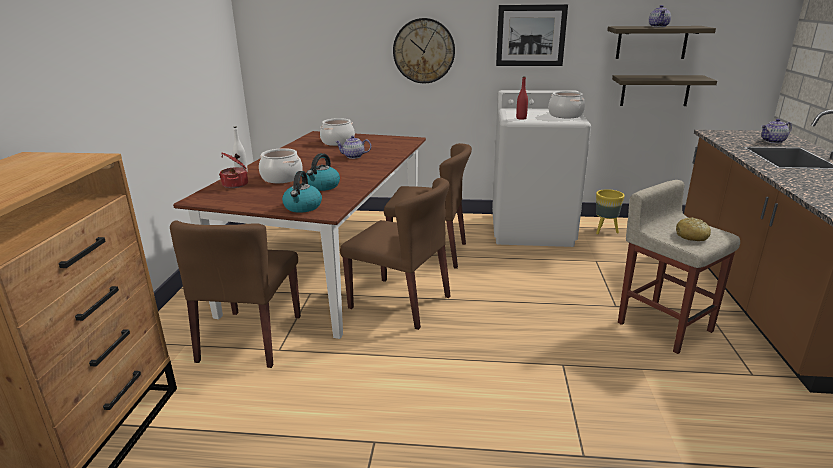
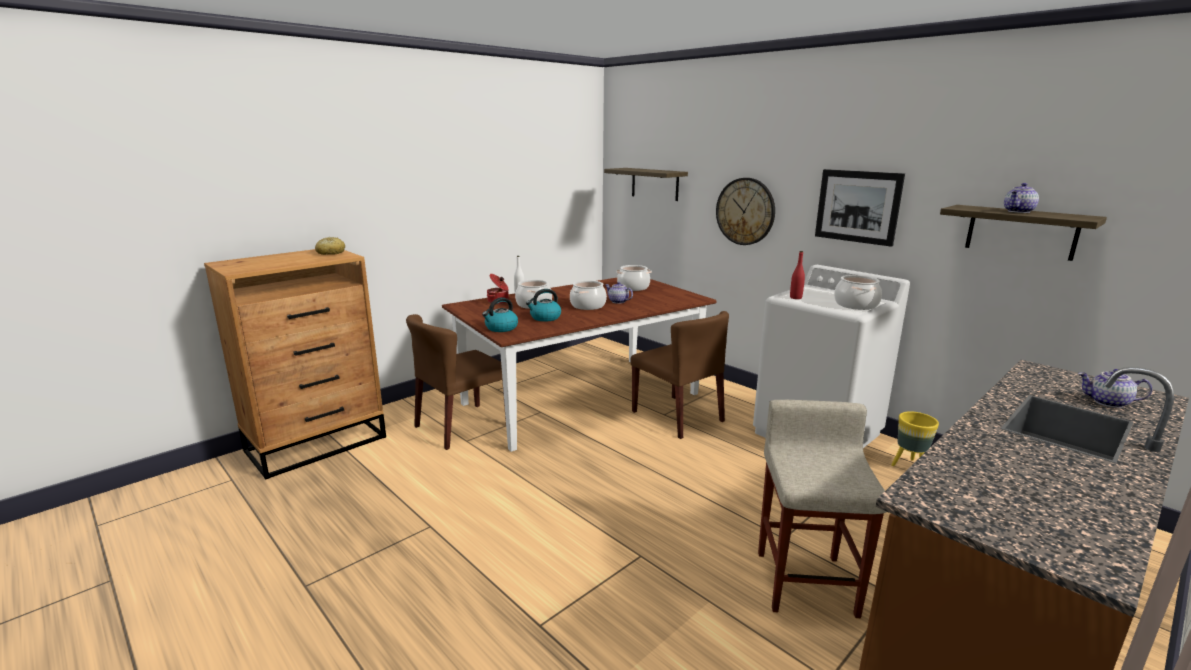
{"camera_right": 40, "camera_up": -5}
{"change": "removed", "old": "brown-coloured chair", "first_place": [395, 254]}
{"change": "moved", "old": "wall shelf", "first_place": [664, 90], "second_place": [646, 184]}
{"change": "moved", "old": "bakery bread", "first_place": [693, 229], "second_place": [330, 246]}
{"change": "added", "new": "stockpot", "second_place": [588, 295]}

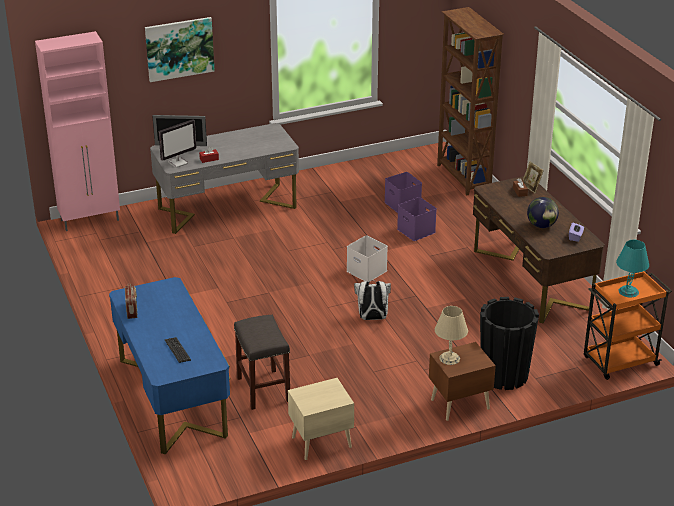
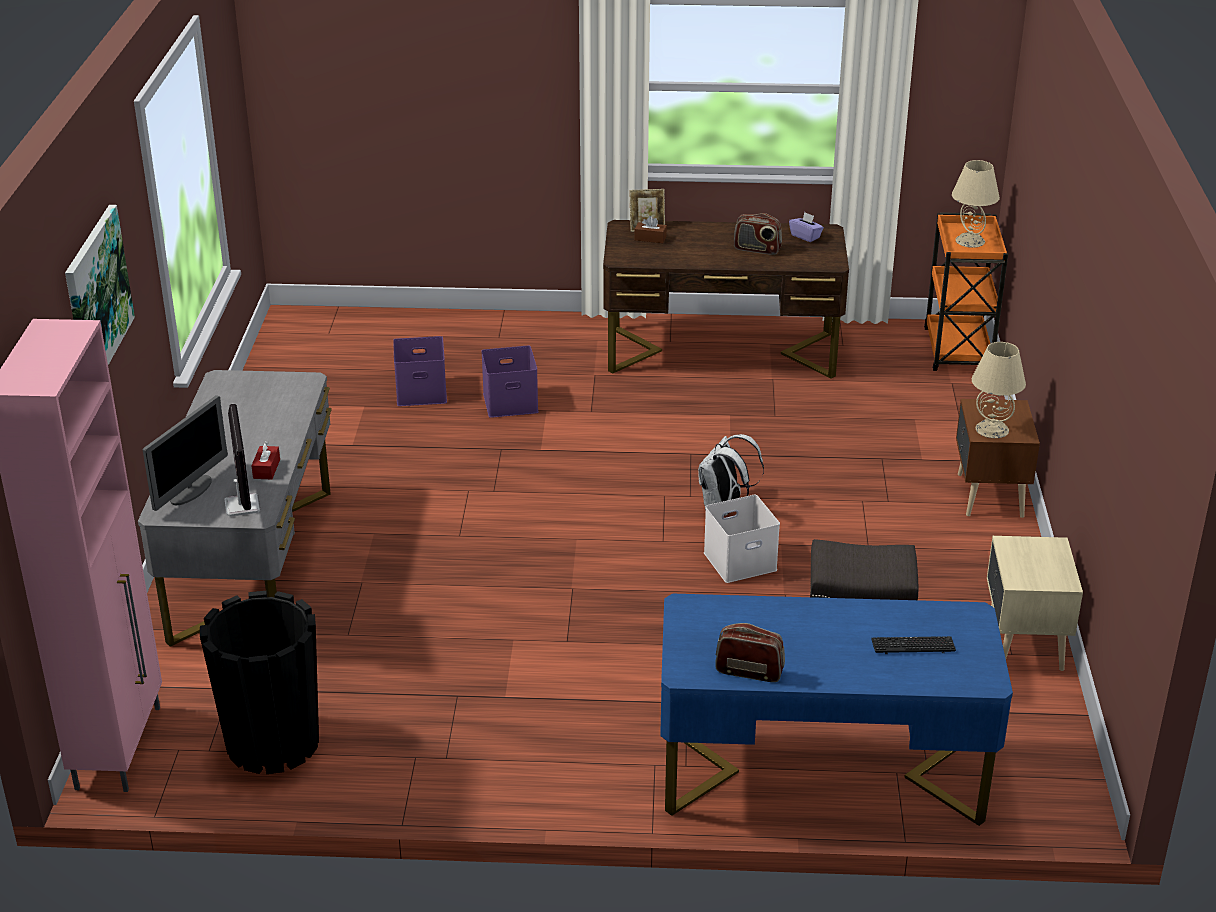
{"camera_right": -65, "camera_up": 0}
{"change": "moved", "old": "white storage box", "first_place": [367, 258], "second_place": [742, 539]}
{"change": "removed", "old": "brown-coloured bookshelf", "first_place": [470, 101]}
{"change": "moved", "old": "black flower pot", "first_place": [509, 343], "second_place": [259, 682]}
{"change": "replaced", "old": "world globe", "new": "radio receiver", "first_place": [543, 212], "second_place": [758, 234]}
{"change": "recoloured", "old": "turquoise tabletop lamp", "new": "beige-coloured tabletop lamp", "first_place": [632, 269], "second_place": [976, 204]}

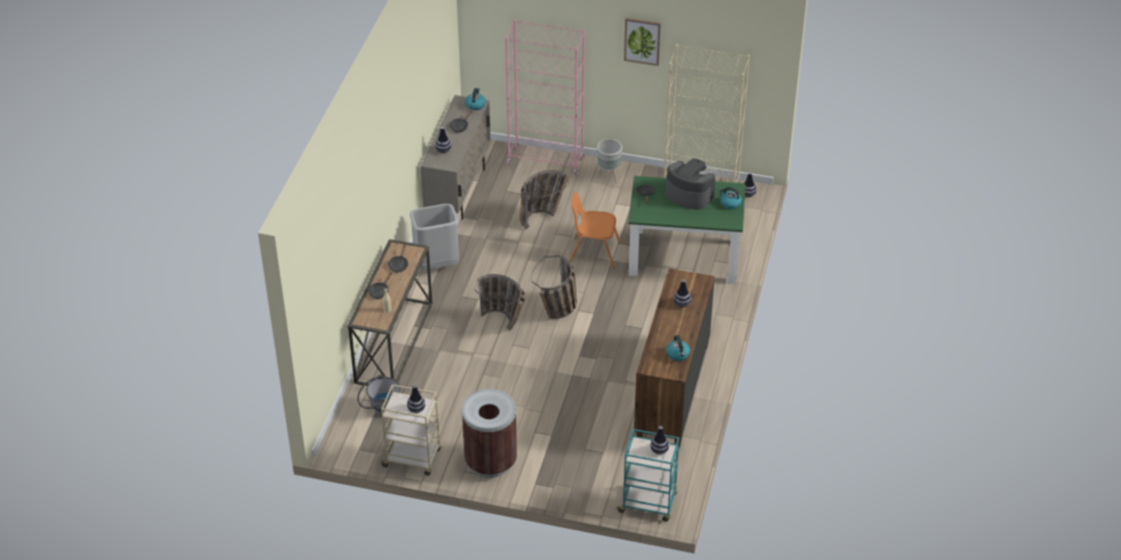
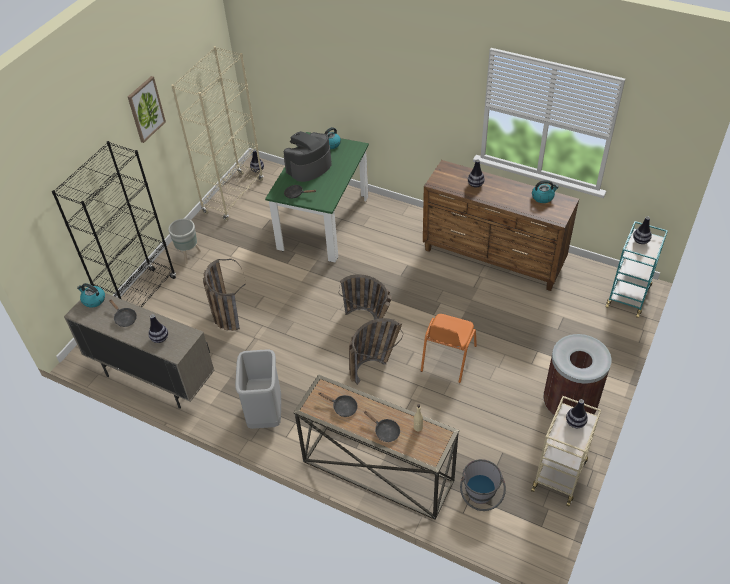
{"camera_right": -75, "camera_up": 5}
{"change": "recoloured", "old": "pink-coloured bookshelf", "new": "black bookshelf", "first_place": [545, 97], "second_place": [114, 224]}
{"change": "moved", "old": "orange chair", "first_place": [594, 229], "second_place": [449, 348]}

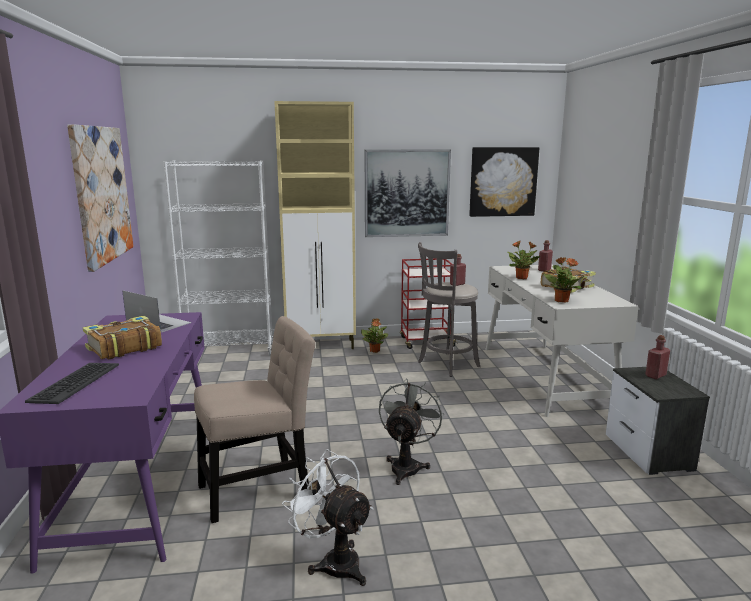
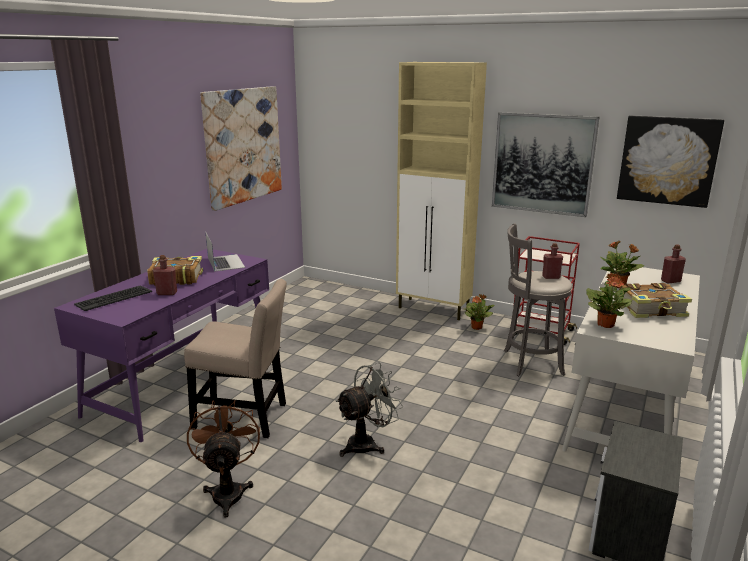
{"camera_right": 35, "camera_up": 5}
{"change": "removed", "old": "white bookshelf", "first_place": [218, 257]}
{"change": "recoloured", "old": "white cooling fan", "new": "brown-coloured cooling fan", "first_place": [327, 517], "second_place": [223, 459]}
{"change": "moved", "old": "red beverage bottle", "first_place": [658, 357], "second_place": [165, 275]}

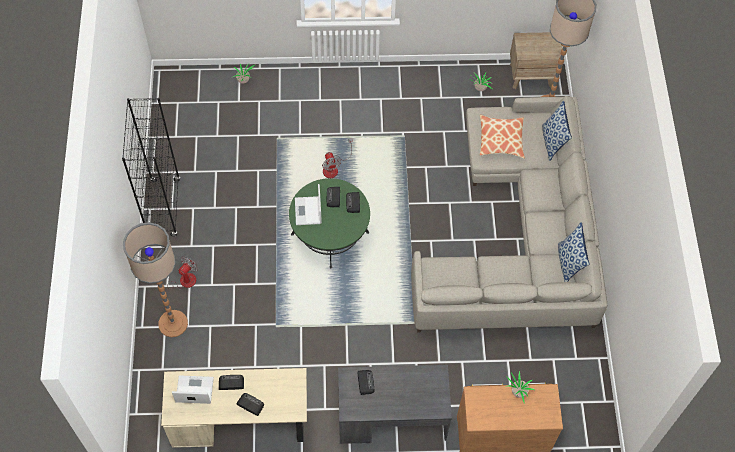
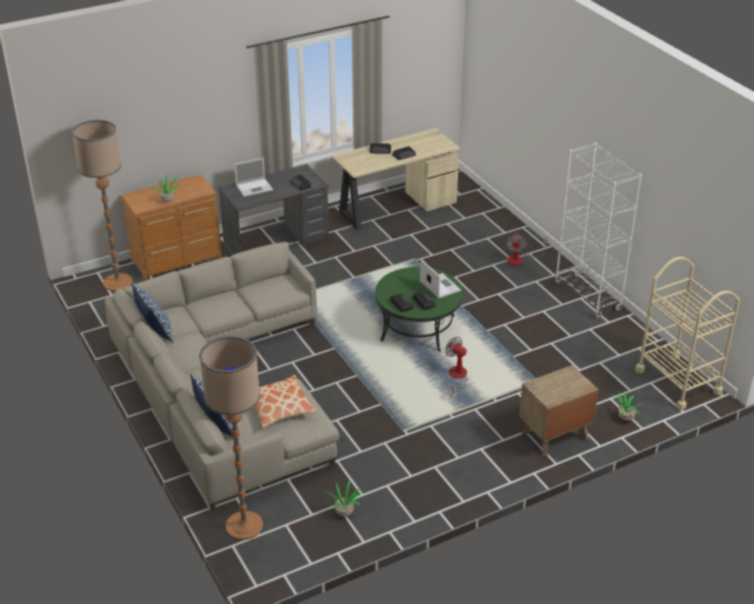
{"camera_right": 155, "camera_up": -25}
{"change": "recoloured", "old": "black bookshelf", "new": "white bookshelf", "first_place": [151, 167], "second_place": [598, 230]}
{"change": "moved", "old": "standing lamp", "first_place": [155, 279], "second_place": [102, 205]}
{"change": "moved", "old": "laptop", "first_place": [193, 389], "second_place": [253, 177]}
{"change": "moved", "old": "brown-coloured nightstand", "first_place": [536, 60], "second_place": [559, 410]}
{"change": "added", "new": "beige-coloured cart", "second_place": [687, 333]}

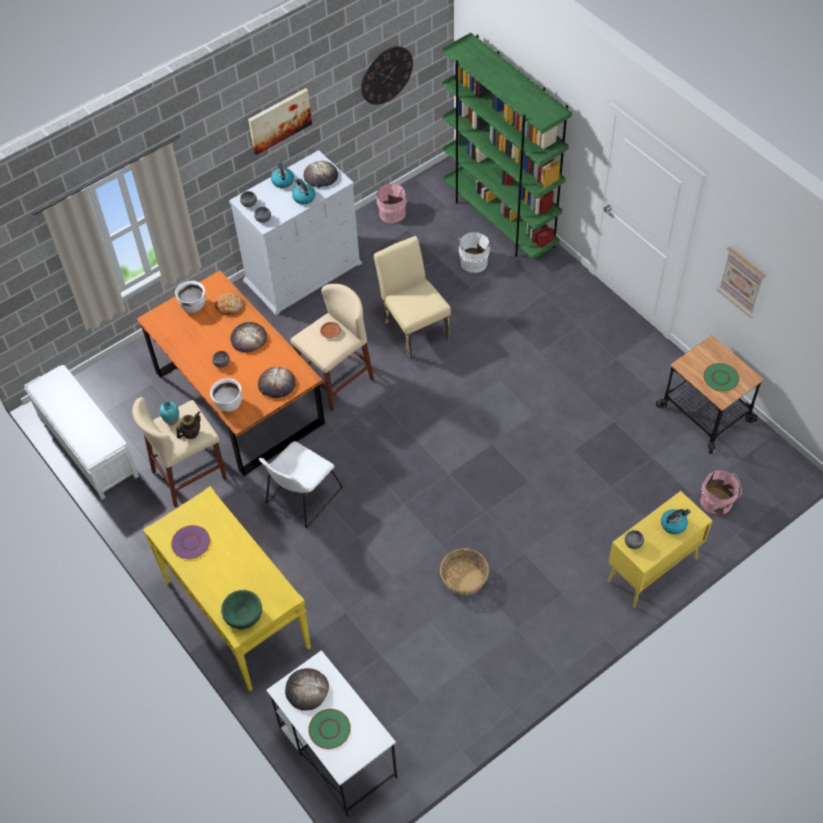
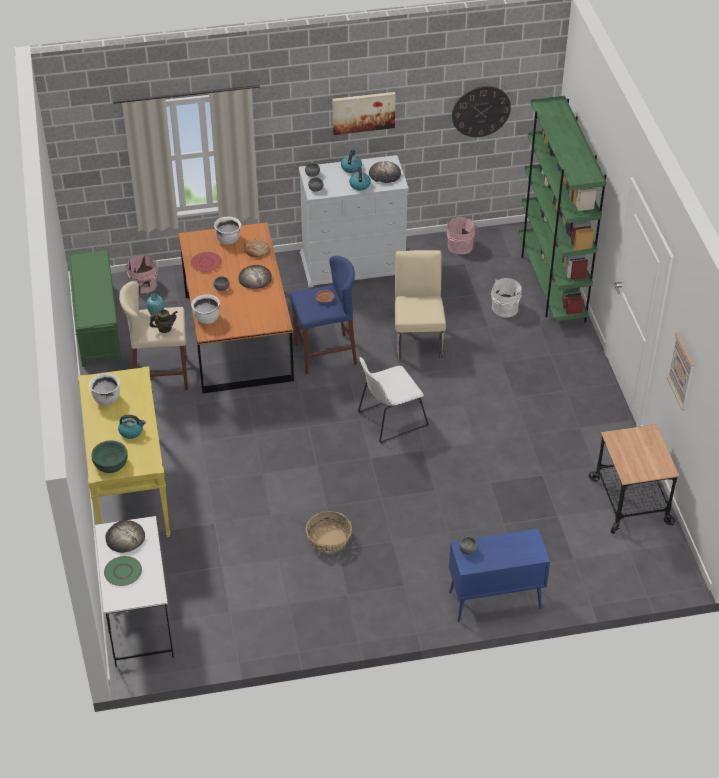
{"camera_right": 25, "camera_up": -10}
{"change": "recoloured", "old": "white indoor bench", "new": "greenish indoor bench", "first_place": [81, 432], "second_place": [95, 308]}
{"change": "replaced", "old": "purple dinner plate", "new": "white stockpot", "first_place": [190, 542], "second_place": [104, 389]}
{"change": "removed", "old": "bakery bread", "first_place": [277, 382]}
{"change": "moved", "old": "white chair", "first_place": [301, 485], "second_place": [393, 400]}
{"change": "recoloured", "old": "beige-coloured stool", "new": "blue-coloured stool", "first_place": [332, 347], "second_place": [323, 315]}
{"change": "recoloured", "old": "yellow cabinet", "new": "blue-coloured cabinet", "first_place": [660, 549], "second_place": [499, 575]}
{"change": "moved", "old": "water kettle", "first_place": [676, 521], "second_place": [132, 427]}
{"change": "moved", "old": "pink-coloured water bucket", "first_place": [721, 492], "second_place": [141, 273]}
{"change": "removed", "old": "greenish dinner plate", "first_place": [721, 377]}
{"change": "added", "new": "red dinner plate", "second_place": [206, 262]}

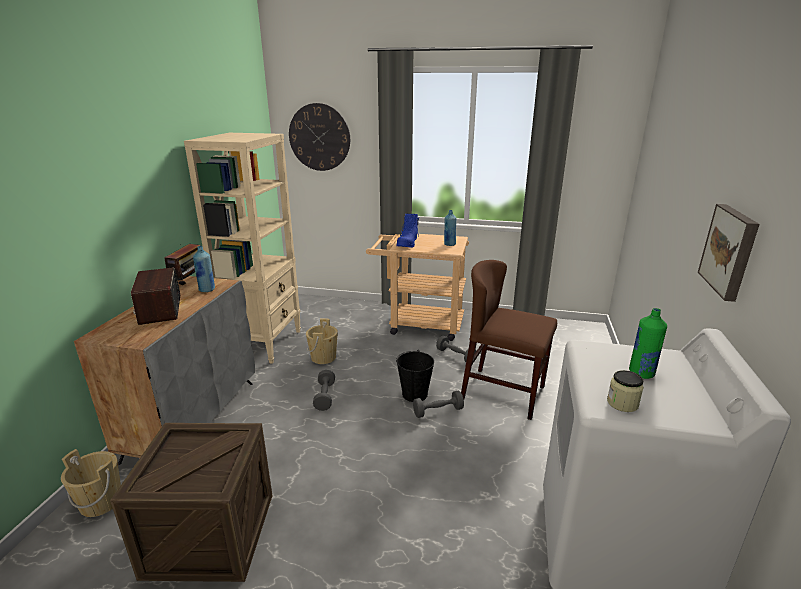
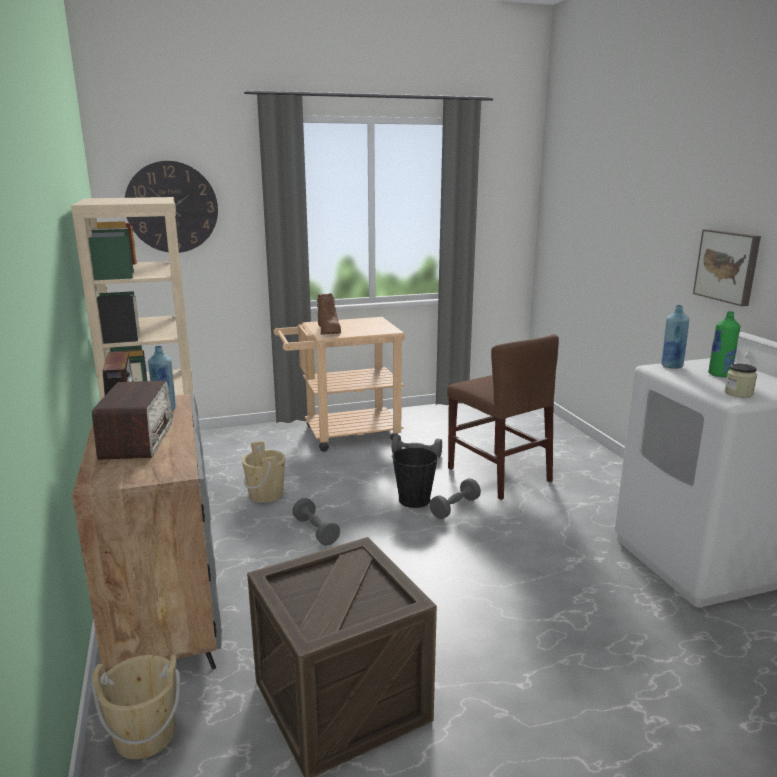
{"camera_right": -30, "camera_up": -5}
{"change": "turned", "old": "radio receiver", "first_place": [155, 296], "second_place": [132, 420], "degrees": -135}
{"change": "recoloured", "old": "blue-coloured tall boot", "new": "brown-coloured tall boot", "first_place": [407, 231], "second_place": [329, 314]}
{"change": "moved", "old": "blue-coloured beverage bottle", "first_place": [450, 228], "second_place": [675, 337]}
{"change": "turned", "old": "brown-coloured chair", "first_place": [509, 340], "second_place": [503, 417], "degrees": -120}

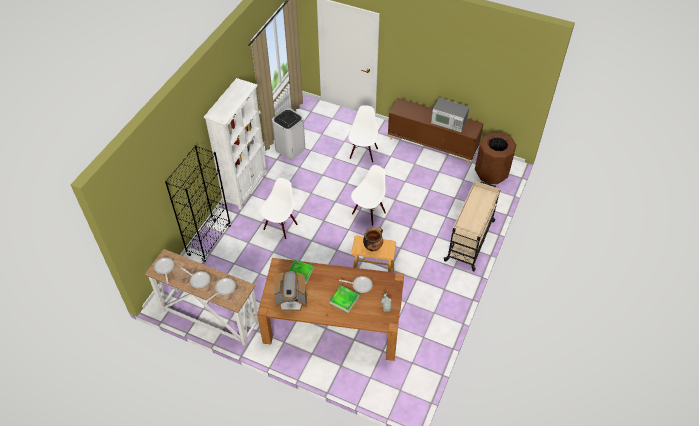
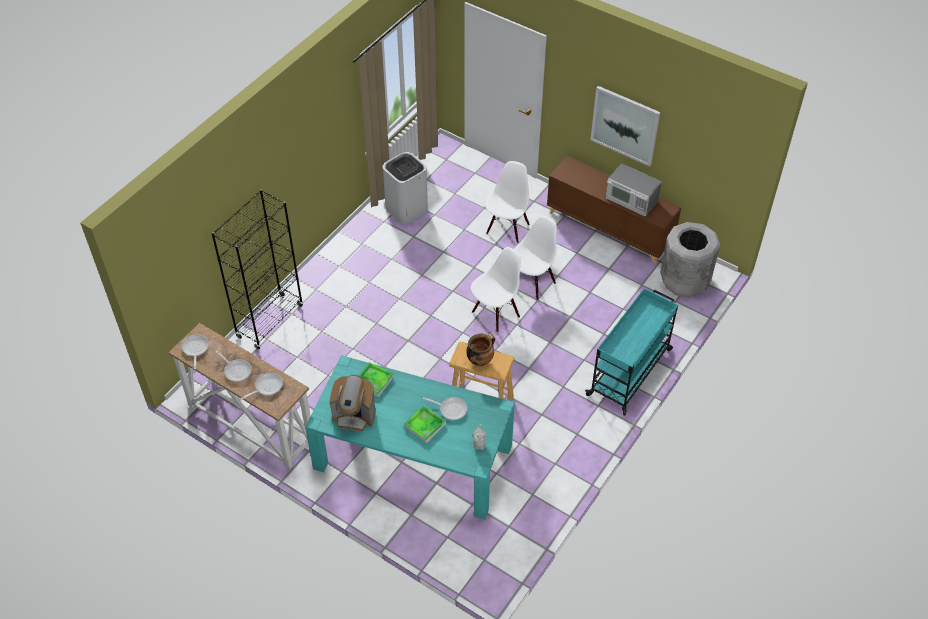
{"camera_right": 10, "camera_up": 0}
{"change": "removed", "old": "white bookshelf", "first_place": [235, 144]}
{"change": "recoloured", "old": "brown-coloured dining table", "new": "turquoise dining table", "first_place": [330, 309], "second_place": [410, 437]}
{"change": "moved", "old": "white chair", "first_place": [279, 208], "second_place": [535, 258]}
{"change": "recoloured", "old": "beige-coloured cart", "new": "turquoise cart", "first_place": [472, 226], "second_place": [631, 352]}
{"change": "recoloured", "old": "brown-coloured rubbish bin", "new": "grey rubbish bin", "first_place": [496, 158], "second_place": [690, 259]}
{"change": "added", "new": "picture", "second_place": [625, 126]}

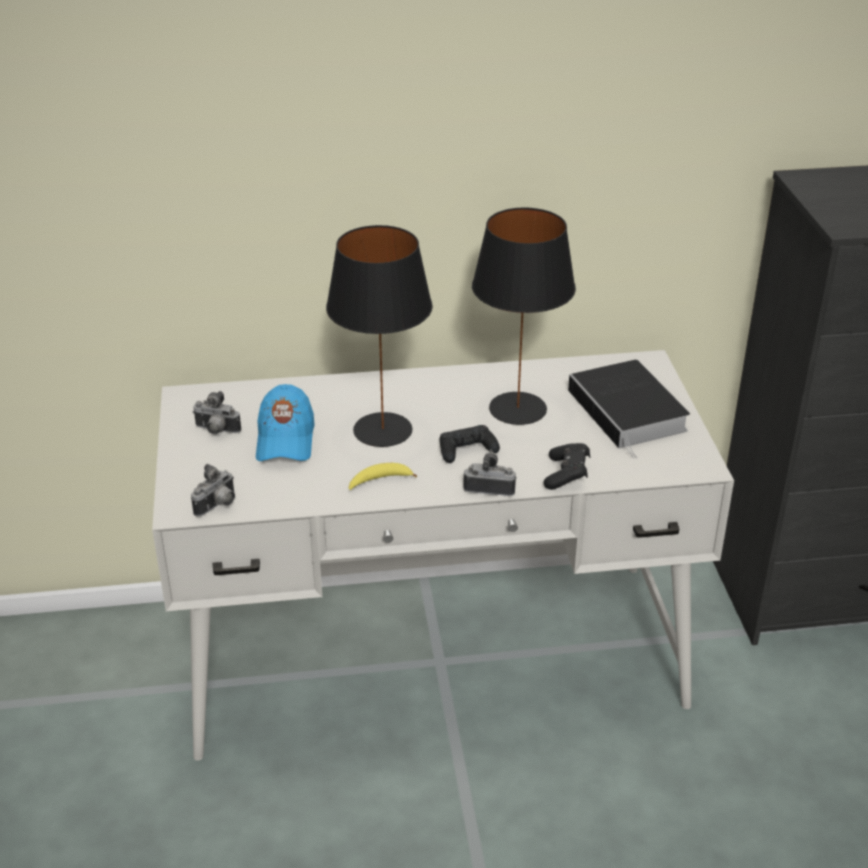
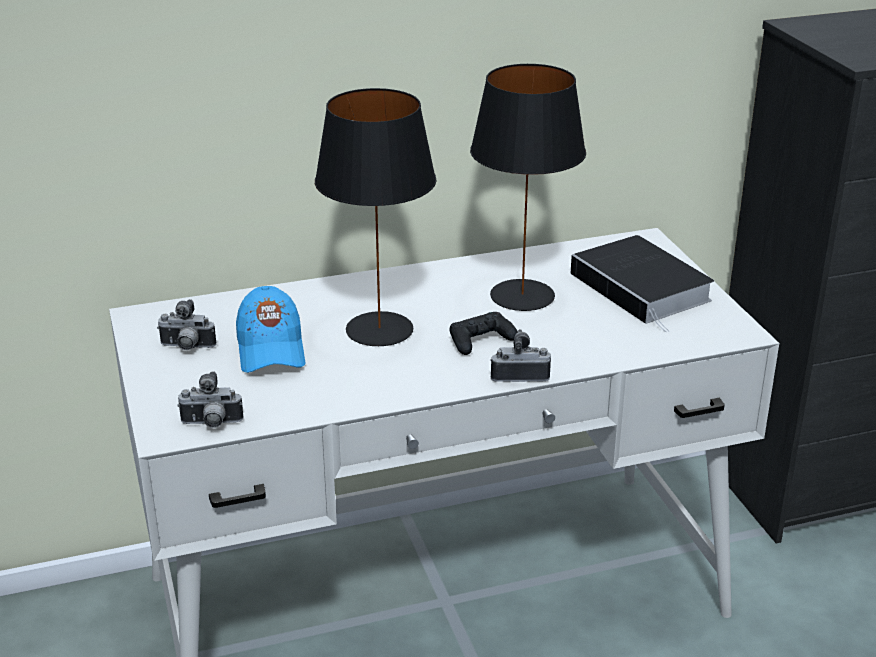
{"camera_right": -10, "camera_up": -5}
{"change": "turned", "old": "photo camera", "first_place": [213, 490], "second_place": [210, 399], "degrees": 60}
{"change": "removed", "old": "whole banana", "first_place": [383, 476]}
{"change": "removed", "old": "black gamepad", "first_place": [567, 466]}

